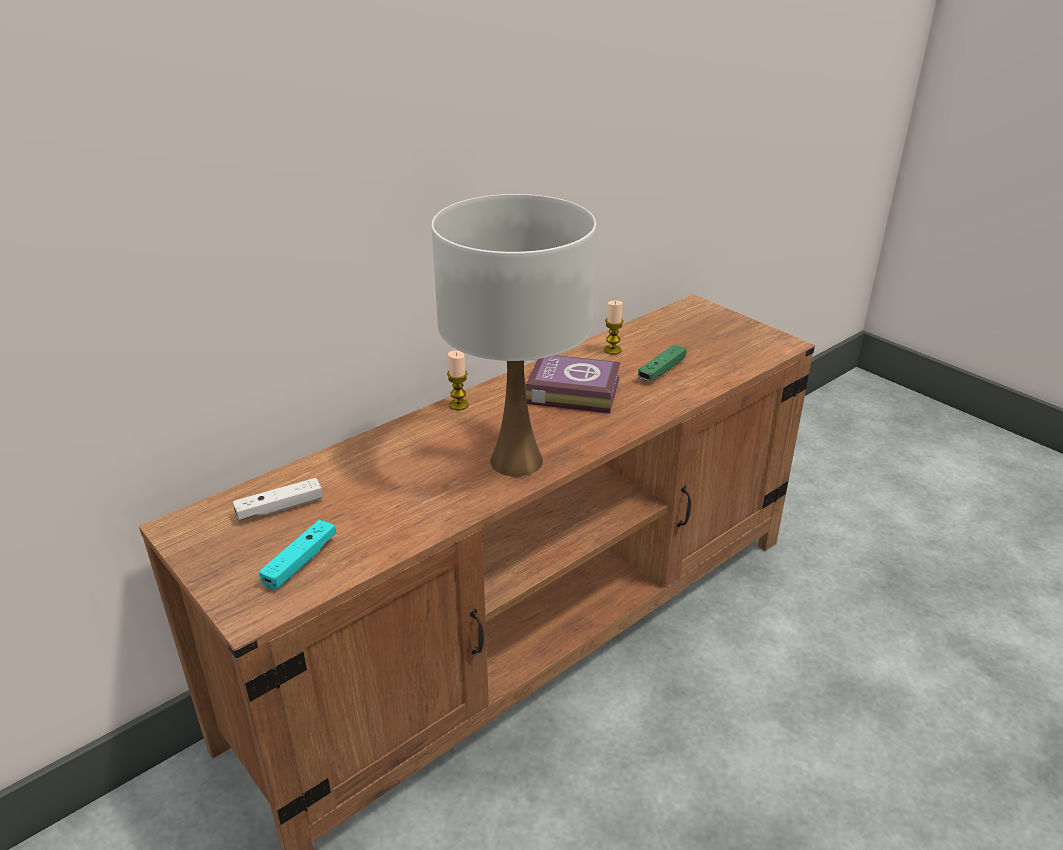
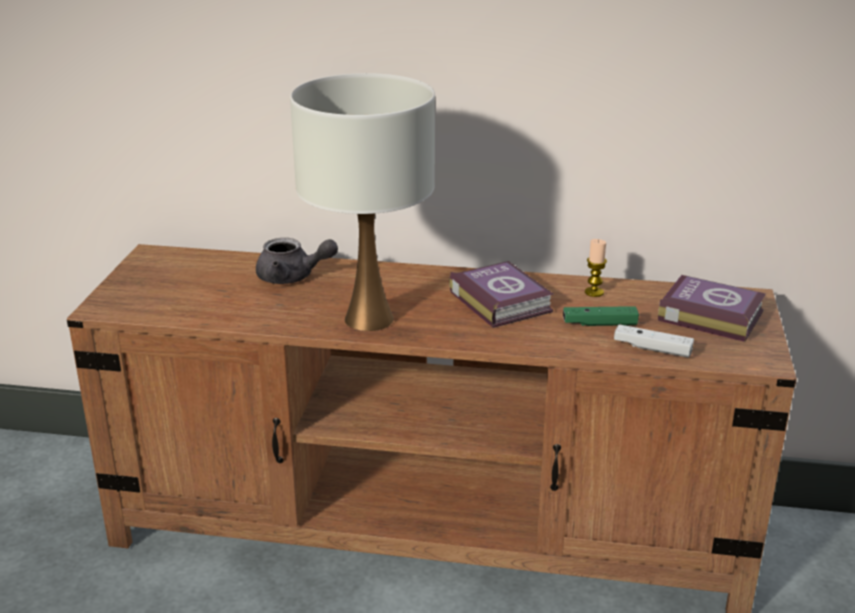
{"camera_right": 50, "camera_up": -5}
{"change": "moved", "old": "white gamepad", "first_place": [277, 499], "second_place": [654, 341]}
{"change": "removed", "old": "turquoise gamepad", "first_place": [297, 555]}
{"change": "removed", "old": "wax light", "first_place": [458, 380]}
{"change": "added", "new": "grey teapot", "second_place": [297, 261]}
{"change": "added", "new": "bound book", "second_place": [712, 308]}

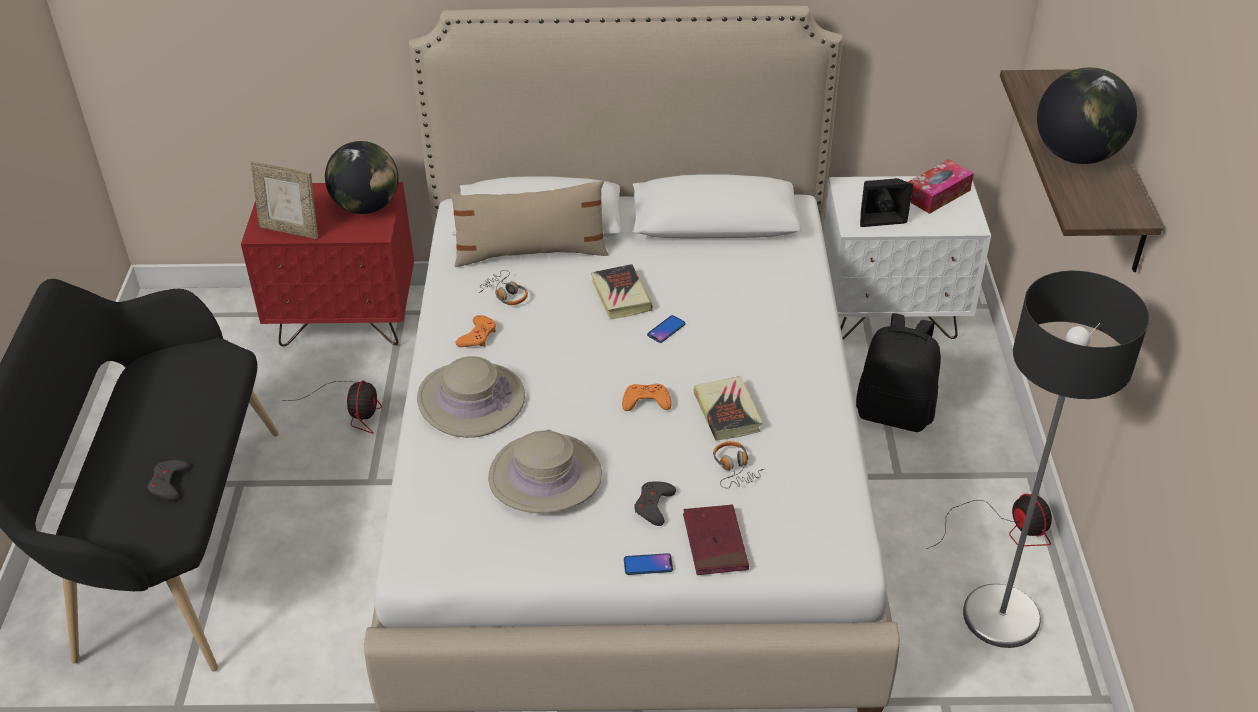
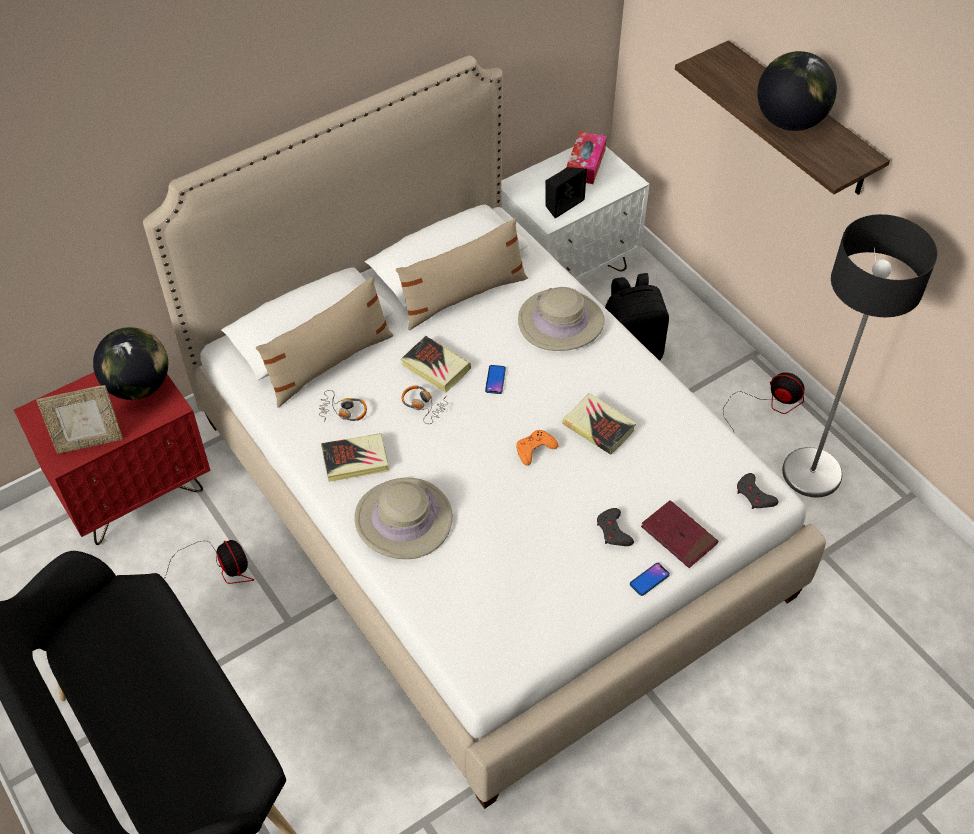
{"camera_right": -35, "camera_up": 10}
{"change": "moved", "old": "grey gamepad", "first_place": [168, 480], "second_place": [758, 491]}
{"change": "replaced", "old": "orange gamepad", "new": "bound book", "first_place": [476, 331], "second_place": [355, 457]}
{"change": "moved", "old": "beige-coloured clothing hat", "first_place": [545, 471], "second_place": [561, 319]}
{"change": "moved", "old": "pair of headphones", "first_place": [738, 465], "second_place": [424, 404]}
{"change": "added", "new": "beige-coloured pillow", "second_place": [462, 274]}

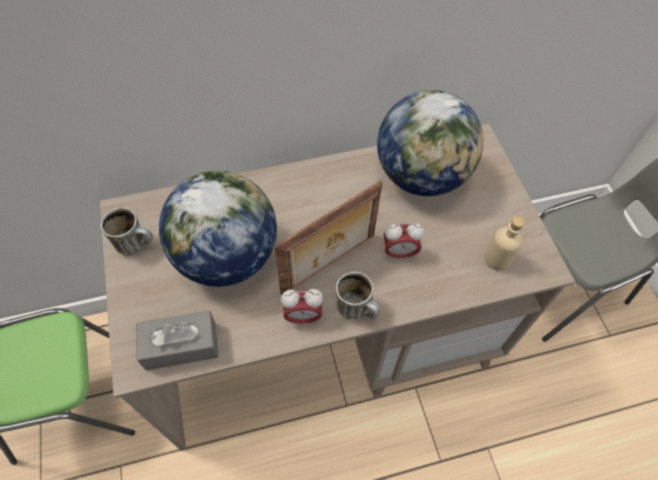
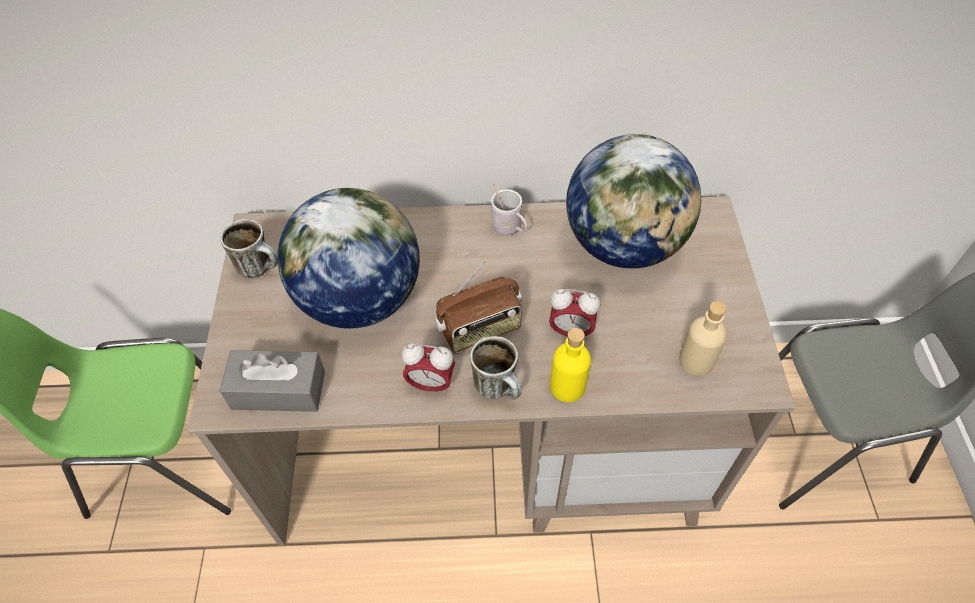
{"camera_right": 15, "camera_up": -5}
{"change": "replaced", "old": "photo frame", "new": "radio receiver", "first_place": [328, 237], "second_place": [478, 306]}
{"change": "added", "new": "white coffee mug", "second_place": [509, 210]}
{"change": "added", "new": "yellow beverage bottle", "second_place": [570, 365]}

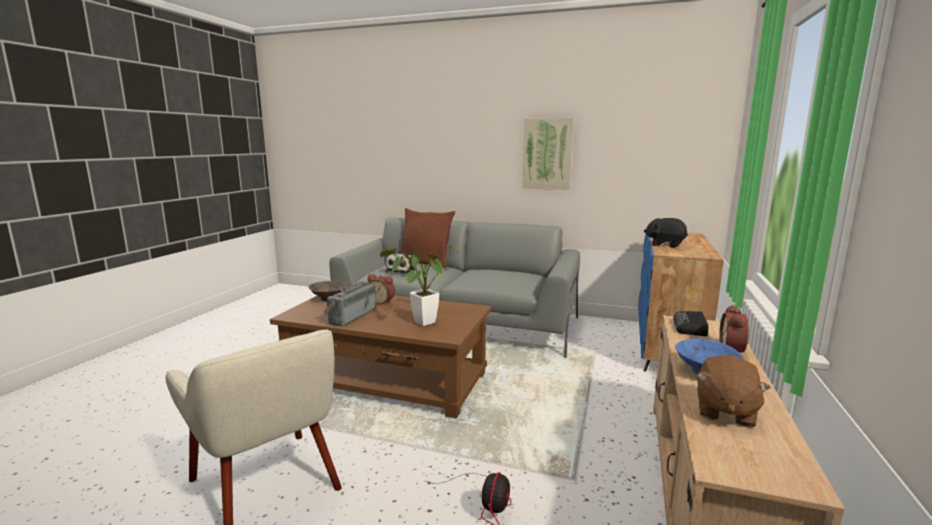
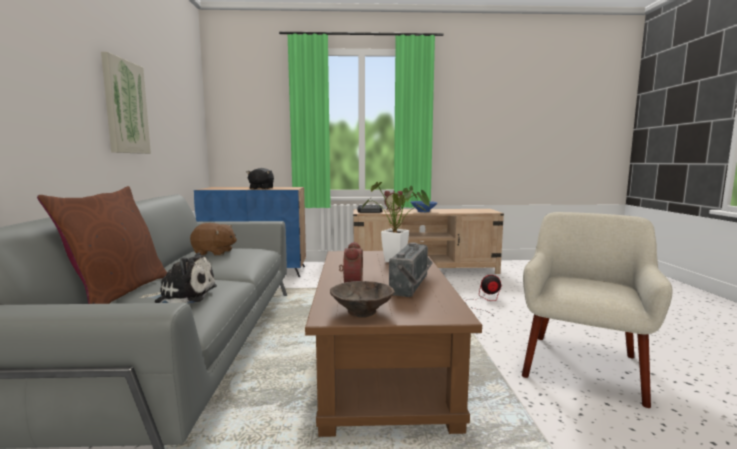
{"camera_right": -110, "camera_up": -5}
{"change": "turned", "old": "radio receiver", "first_place": [349, 304], "second_place": [411, 269], "degrees": -75}
{"change": "moved", "old": "brown-coloured soft toy", "first_place": [734, 391], "second_place": [213, 239]}

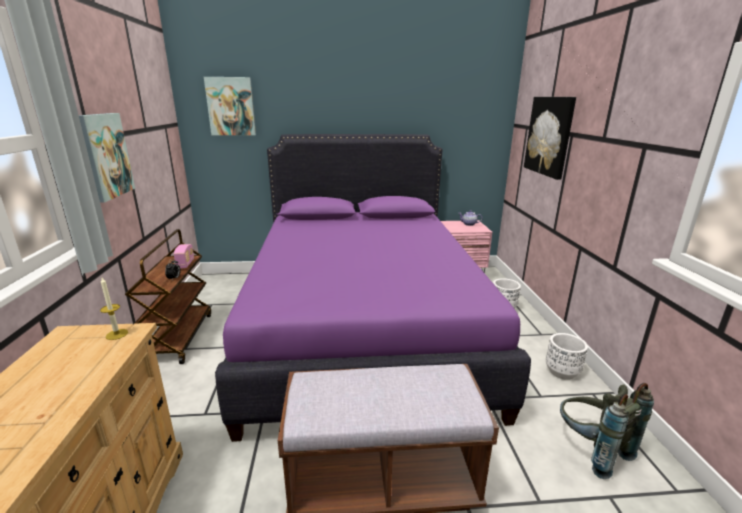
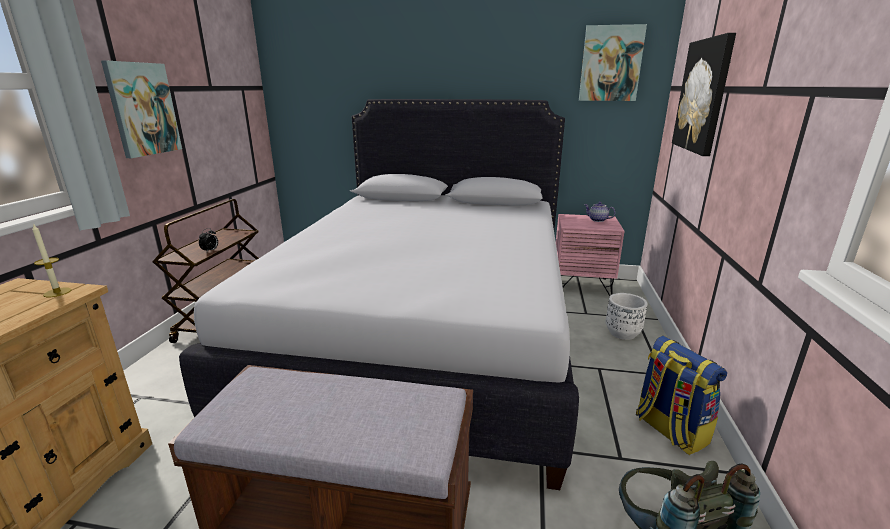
{"camera_right": 15, "camera_up": 0}
{"change": "removed", "old": "radio receiver", "first_place": [183, 256]}
{"change": "moved", "old": "picture", "first_place": [230, 106], "second_place": [613, 62]}
{"change": "recoloured", "old": "purple sleeping bed", "new": "white sleeping bed", "first_place": [373, 288], "second_place": [379, 294]}
{"change": "replaced", "old": "white flower pot", "new": "knapsack", "first_place": [567, 356], "second_place": [681, 395]}

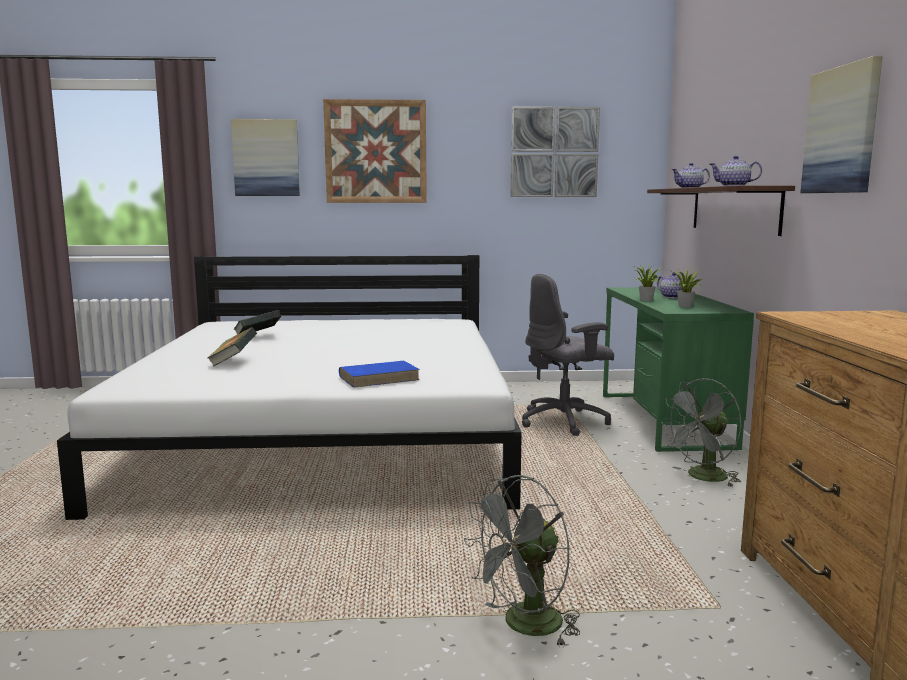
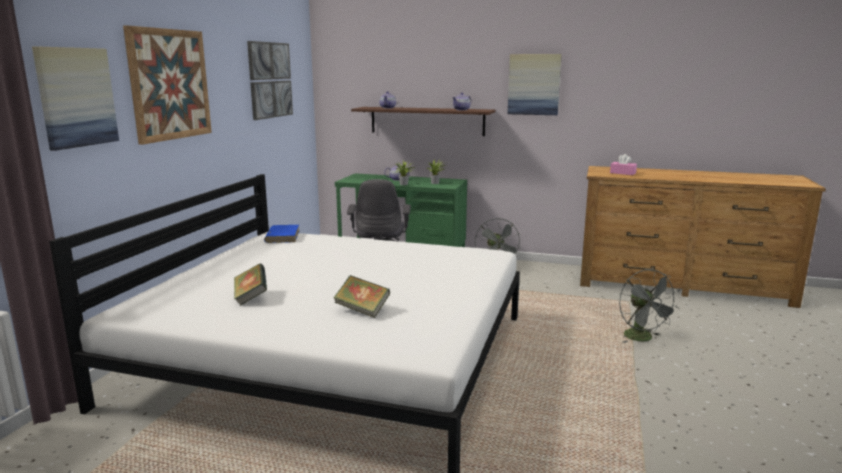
{"camera_right": -70, "camera_up": 5}
{"change": "moved", "old": "blue-coloured bound book", "first_place": [379, 374], "second_place": [281, 234]}
{"change": "added", "new": "pink-coloured tissue box", "second_place": [623, 164]}

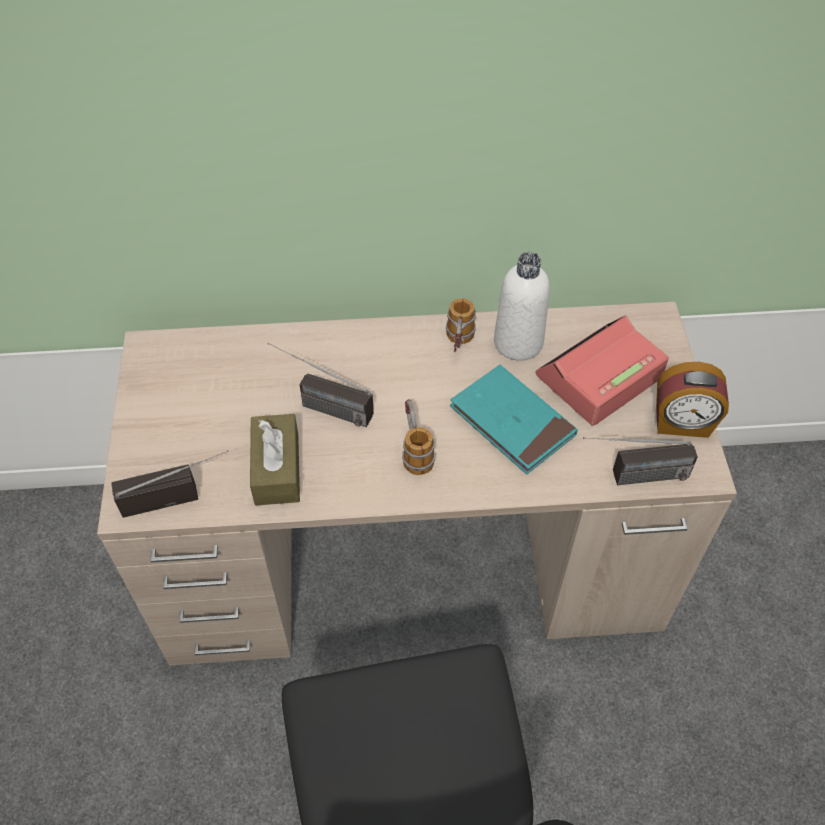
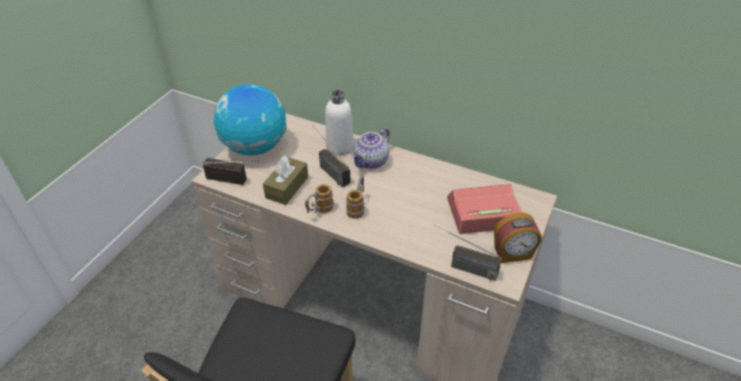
{"camera_right": 30, "camera_up": -10}
{"change": "moved", "old": "coffee mug", "first_place": [461, 325], "second_place": [319, 198]}
{"change": "removed", "old": "turquoise bound book", "first_place": [514, 419]}
{"change": "moved", "old": "white beverage bottle", "first_place": [522, 306], "second_place": [339, 122]}
{"change": "turned", "old": "alarm clock", "first_place": [692, 400], "second_place": [518, 238], "degrees": -45}
{"change": "added", "new": "world globe", "second_place": [250, 120]}
{"change": "added", "new": "teapot", "second_place": [370, 148]}

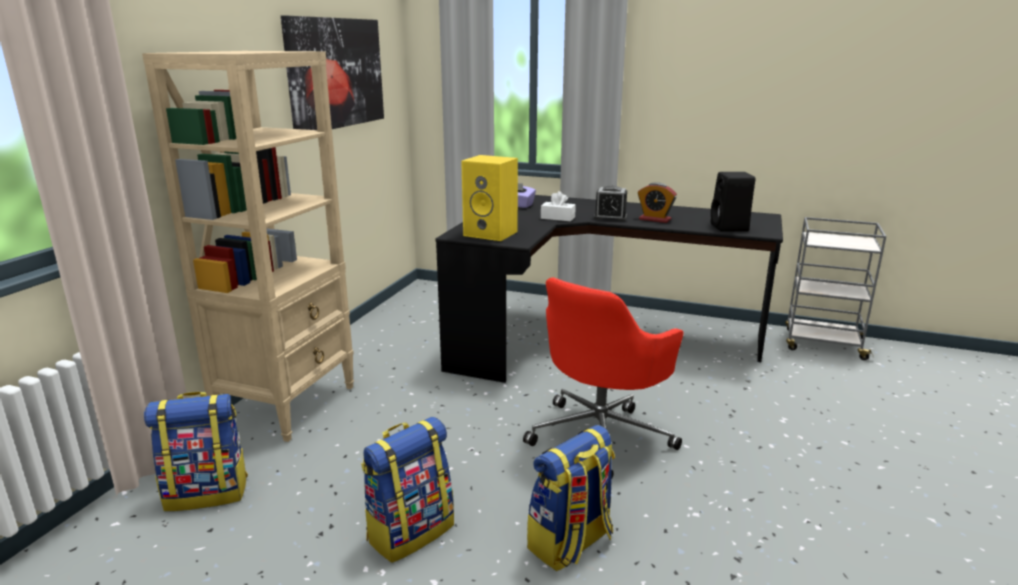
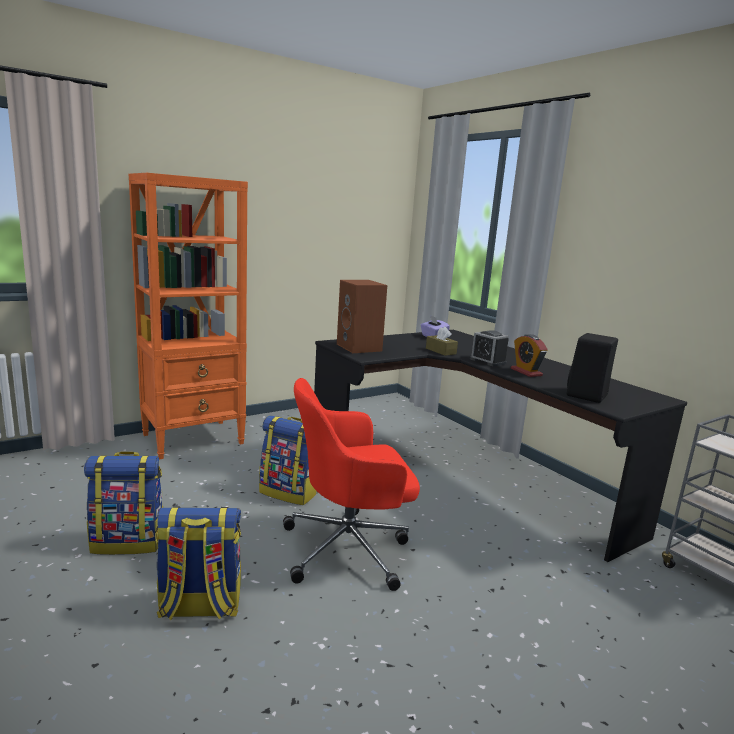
{"camera_right": 35, "camera_up": -5}
{"change": "recoloured", "old": "beige-coloured bookshelf", "new": "orange bookshelf", "first_place": [248, 246], "second_place": [188, 316]}
{"change": "moved", "old": "knapsack", "first_place": [196, 451], "second_place": [288, 460]}
{"change": "removed", "old": "picture", "first_place": [332, 73]}
{"change": "recoloured", "old": "yellow audio speaker", "new": "brown-coloured audio speaker", "first_place": [489, 198], "second_place": [362, 316]}
{"change": "recoloured", "old": "white tissue box", "new": "brown-coloured tissue box", "first_place": [558, 206], "second_place": [442, 341]}

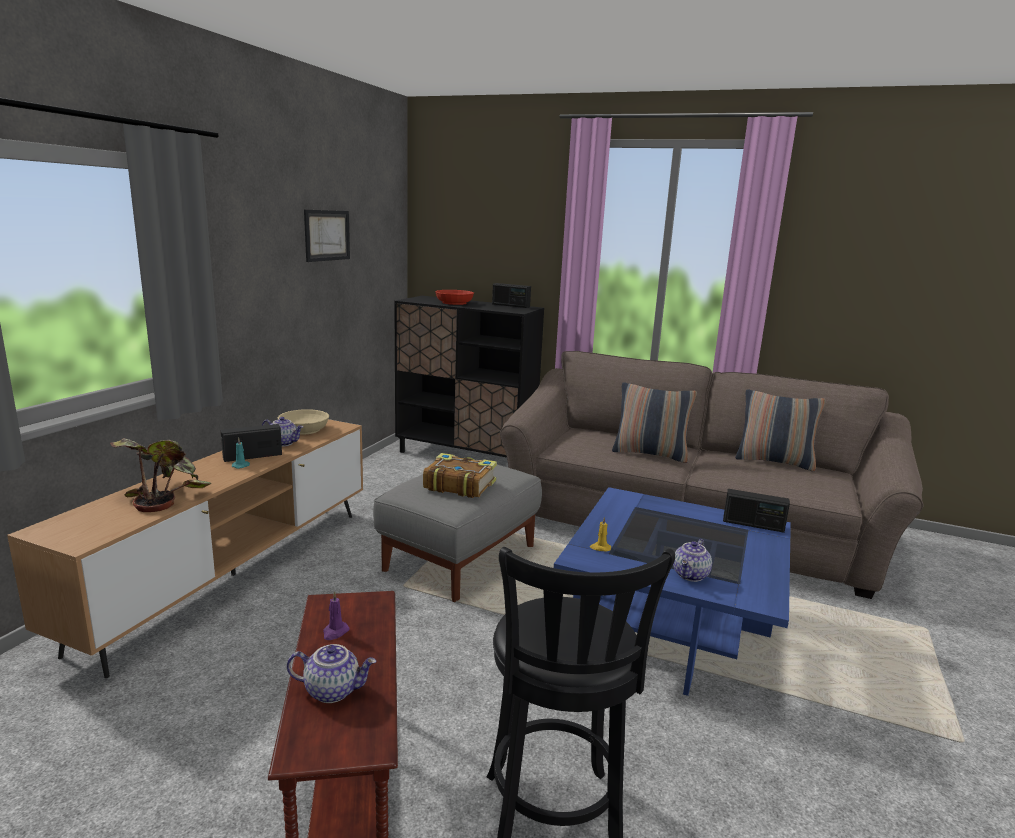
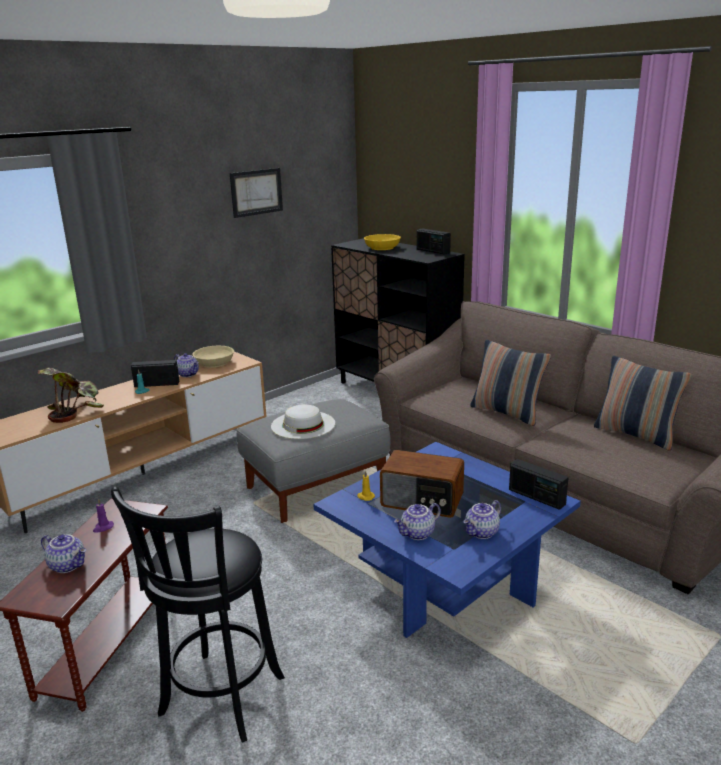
{"camera_right": 25, "camera_up": 5}
{"change": "replaced", "old": "bound book", "new": "white clothing hat", "first_place": [460, 475], "second_place": [303, 422]}
{"change": "recoloured", "old": "red deep dish", "new": "yellow deep dish", "first_place": [454, 297], "second_place": [382, 242]}
{"change": "added", "new": "radio receiver", "second_place": [422, 484]}
{"change": "added", "new": "teapot", "second_place": [482, 519]}

